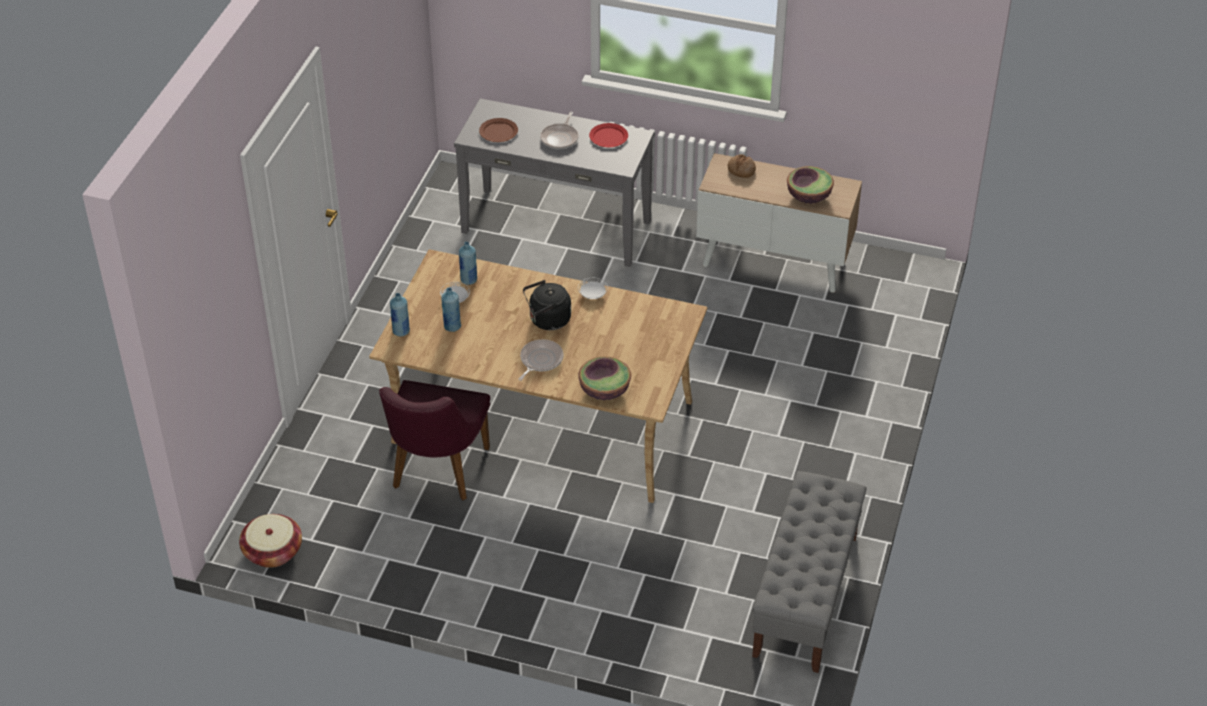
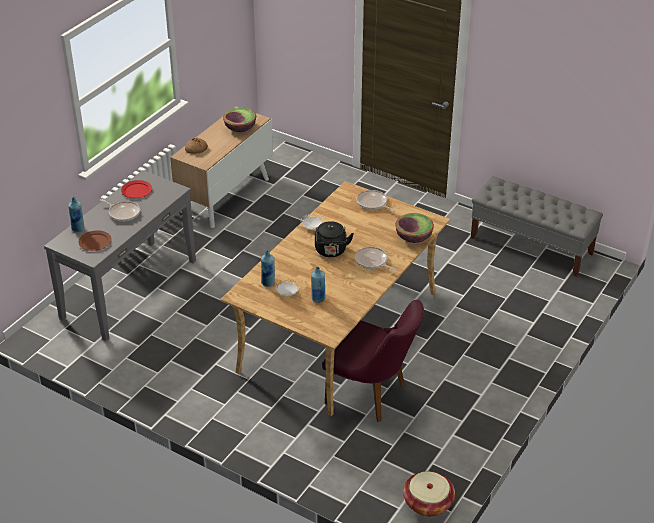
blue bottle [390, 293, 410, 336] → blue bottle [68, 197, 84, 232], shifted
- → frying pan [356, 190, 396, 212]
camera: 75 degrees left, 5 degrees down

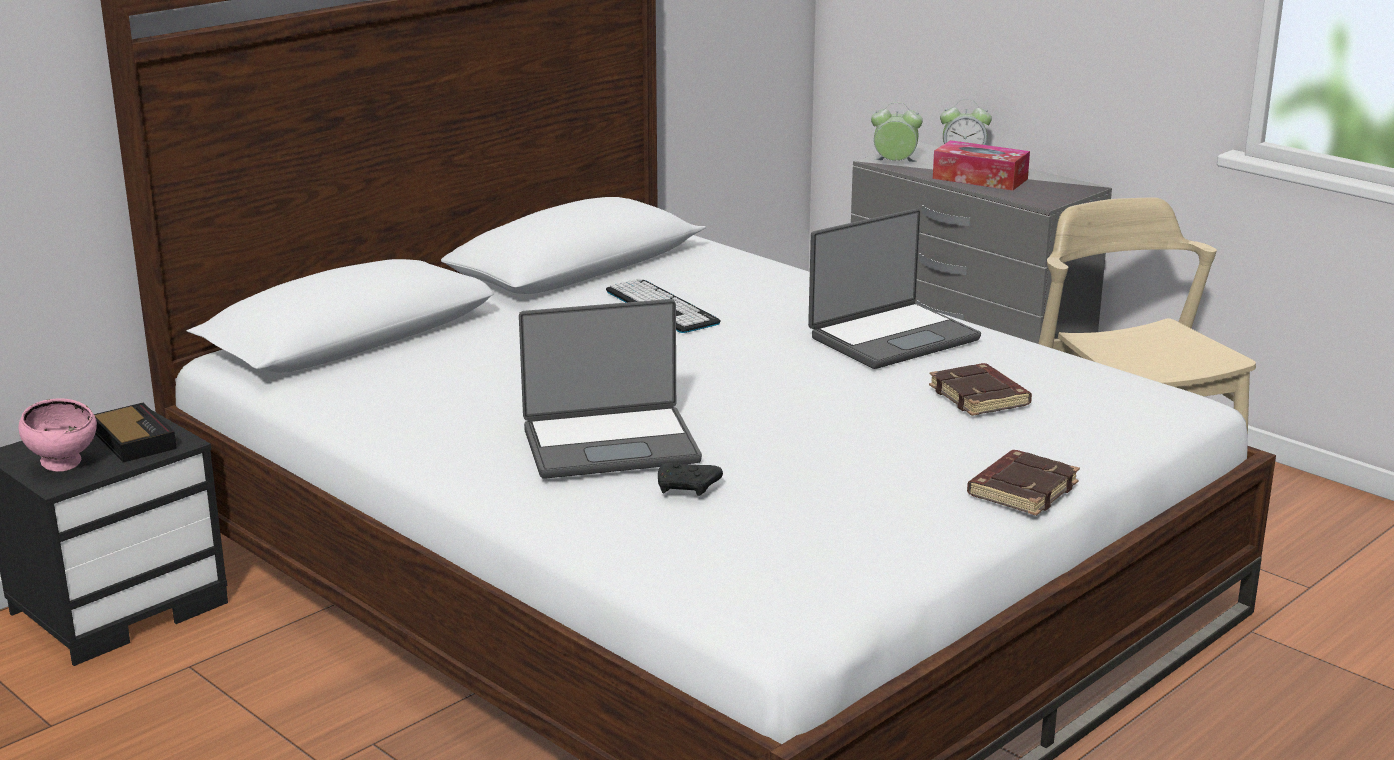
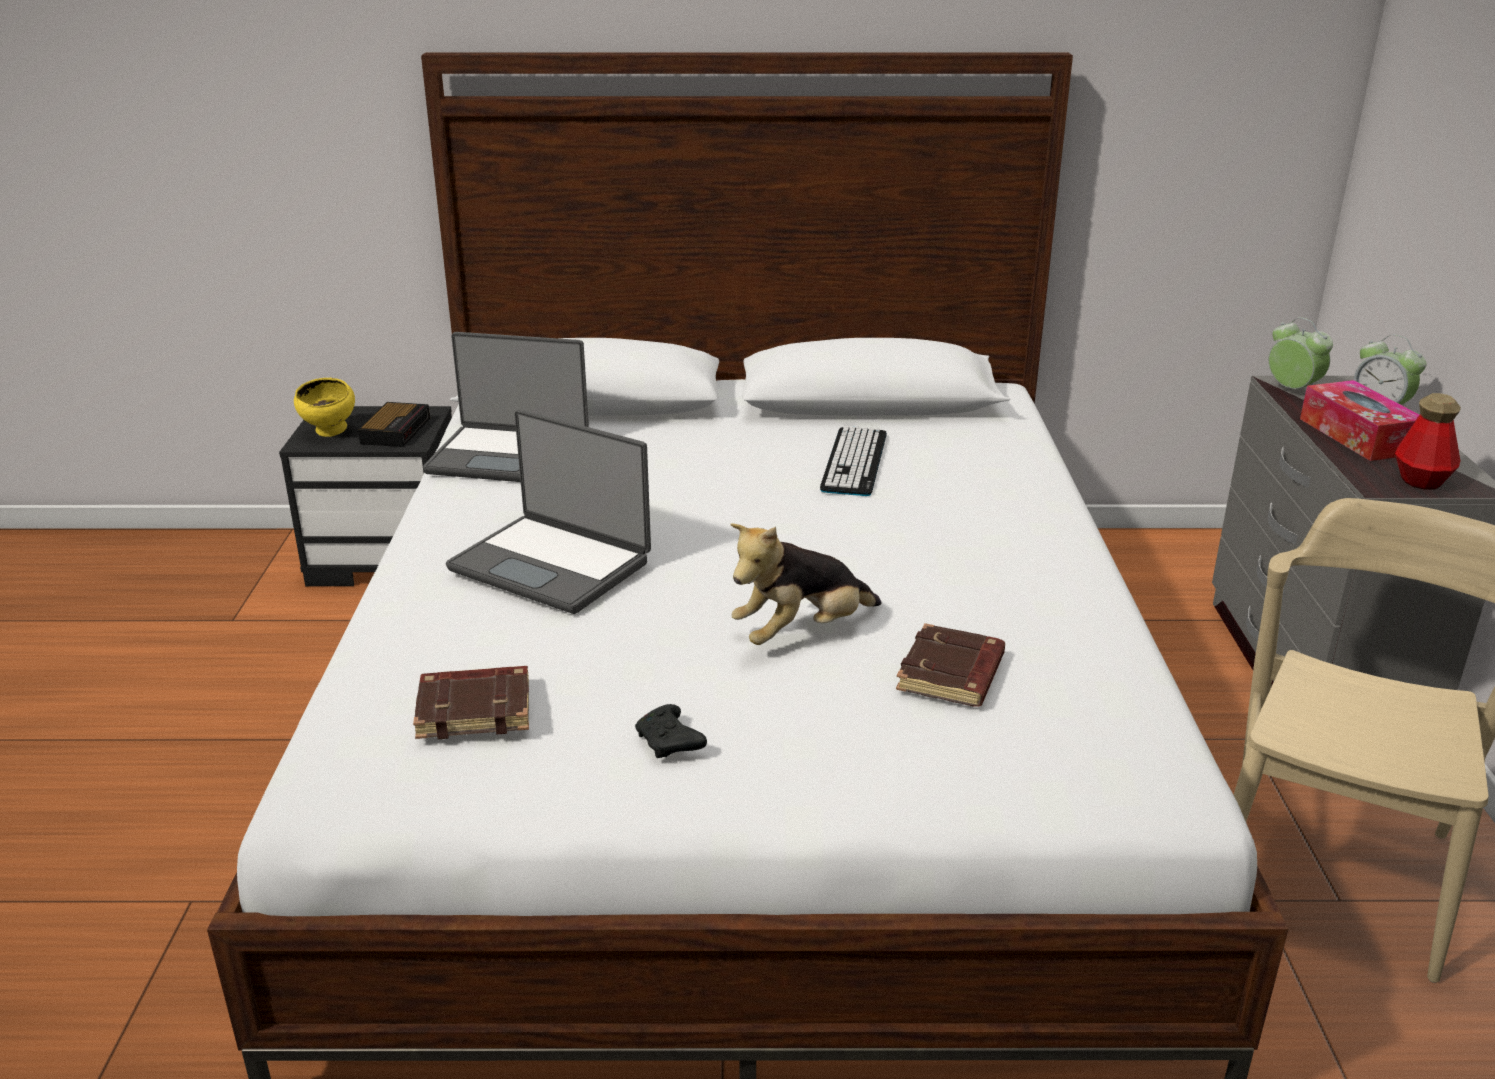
pink bowl [19, 399, 97, 472] → yellow bowl [294, 378, 355, 437]
black game controller [658, 462, 723, 496] → black game controller [635, 704, 707, 758], shifted
laptop [808, 209, 981, 369] → laptop [423, 332, 589, 482], shifted
brown book [967, 450, 1080, 516] → brown book [413, 666, 529, 739], shifted
- → plush toy [730, 523, 881, 645]
- → bottle [1395, 393, 1461, 490]
camera: 45 degrees right, 5 degrees up

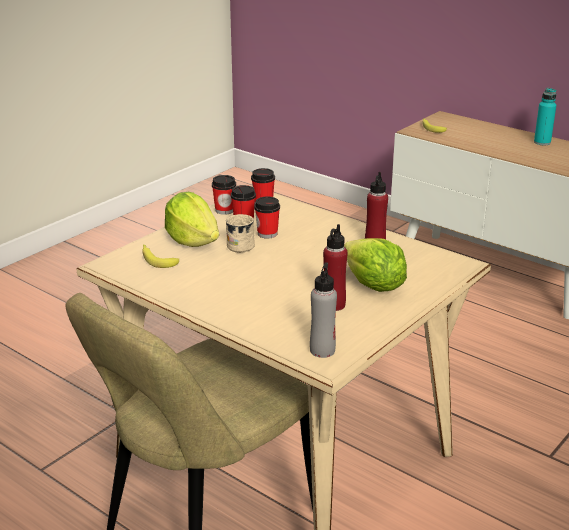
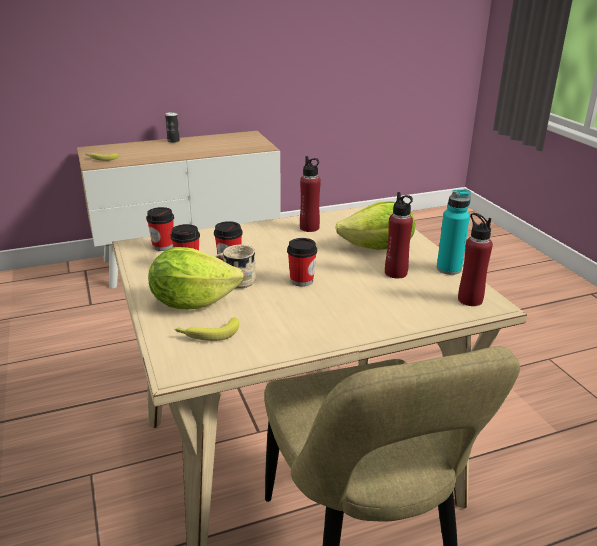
cup [212, 175, 236, 215] → cup [287, 238, 317, 287], shifted
grey bottle [310, 262, 337, 358] → red bottle [458, 213, 493, 306]
turquoise bottle [534, 88, 557, 145] → turquoise bottle [437, 190, 471, 275], shifted
- → can [165, 112, 180, 143]
camera: 60 degrees left, 0 degrees up

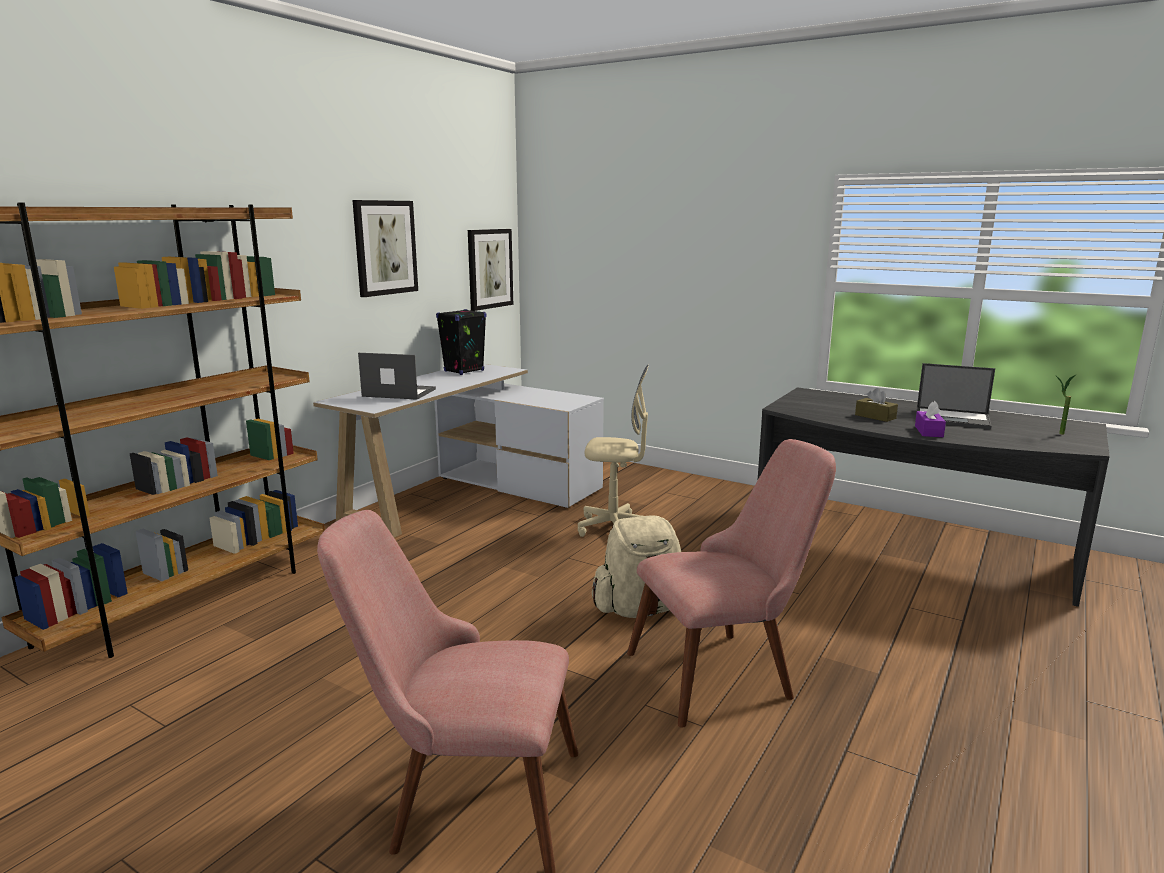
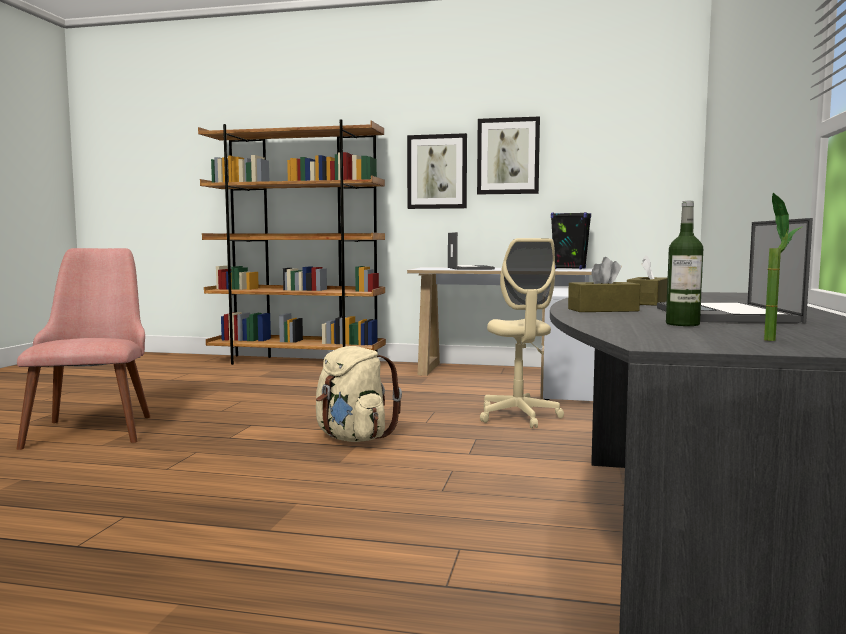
picture [468, 229, 513, 311] → picture [407, 133, 467, 209], shifted
pink chair [627, 439, 836, 728] → -
purple tissue box [915, 401, 946, 437] → brown tissue box [568, 257, 640, 312]
- → bottle [666, 201, 703, 326]
camera: 70 degrees right, 10 degrees down

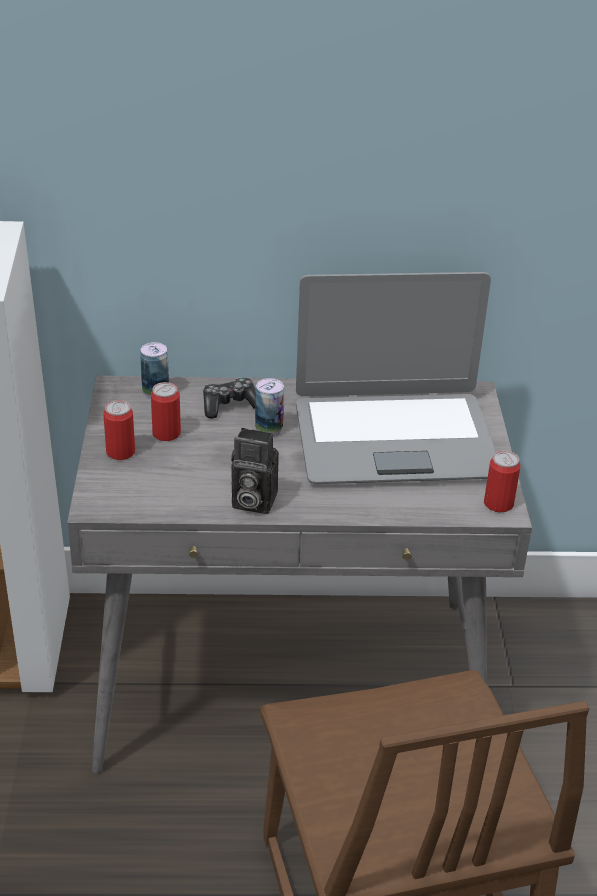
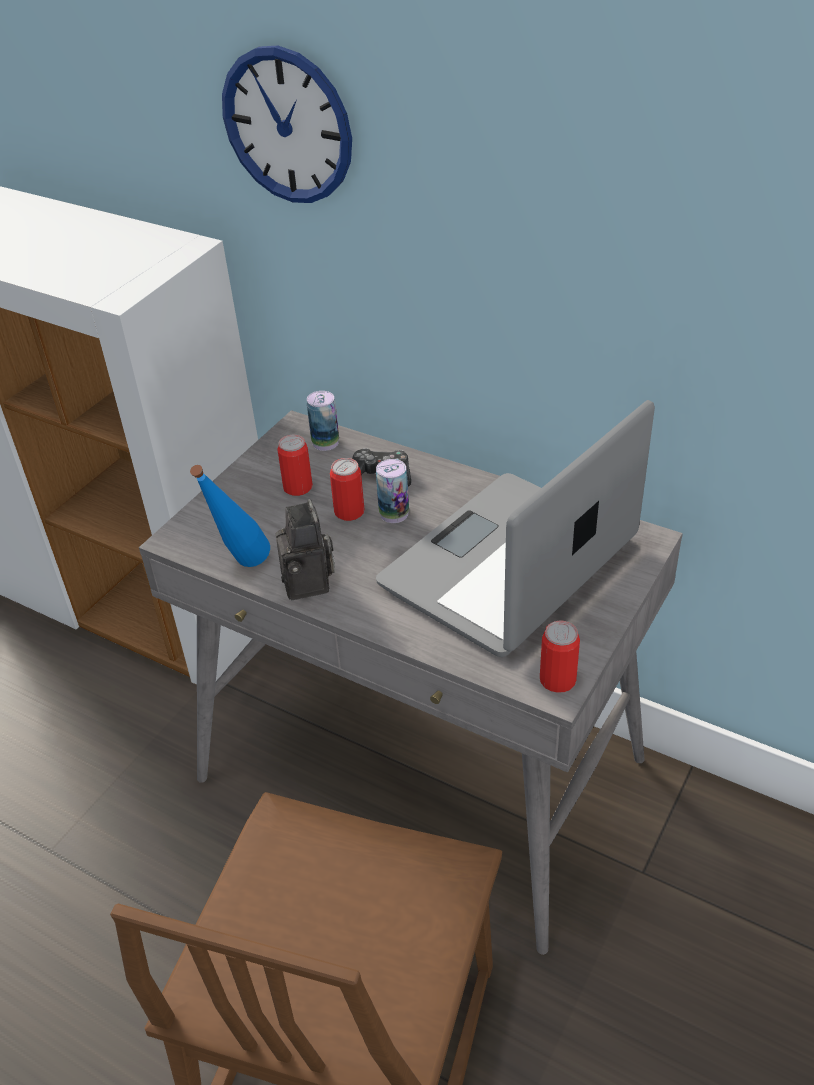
can [104, 400, 135, 460] → can [330, 458, 364, 521], shifted
photo camera [231, 428, 279, 514] → photo camera [275, 499, 335, 600], 150 degrees counterclockwise
laptop [296, 272, 496, 484] → laptop [376, 400, 655, 657], 105 degrees clockwise
- → blue bottle [190, 465, 270, 567]
- → wall clock [222, 46, 352, 203]
camera: 35 degrees right, 5 degrees up

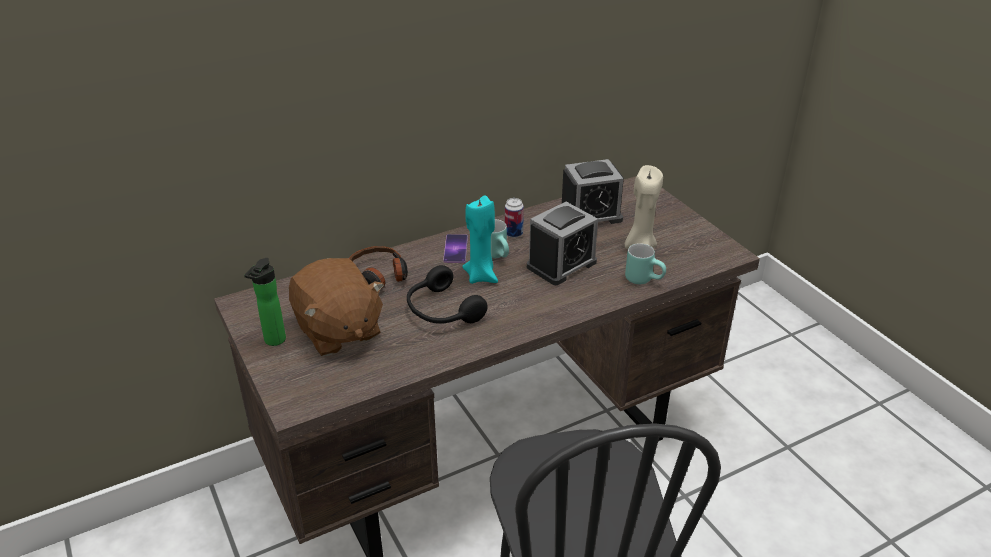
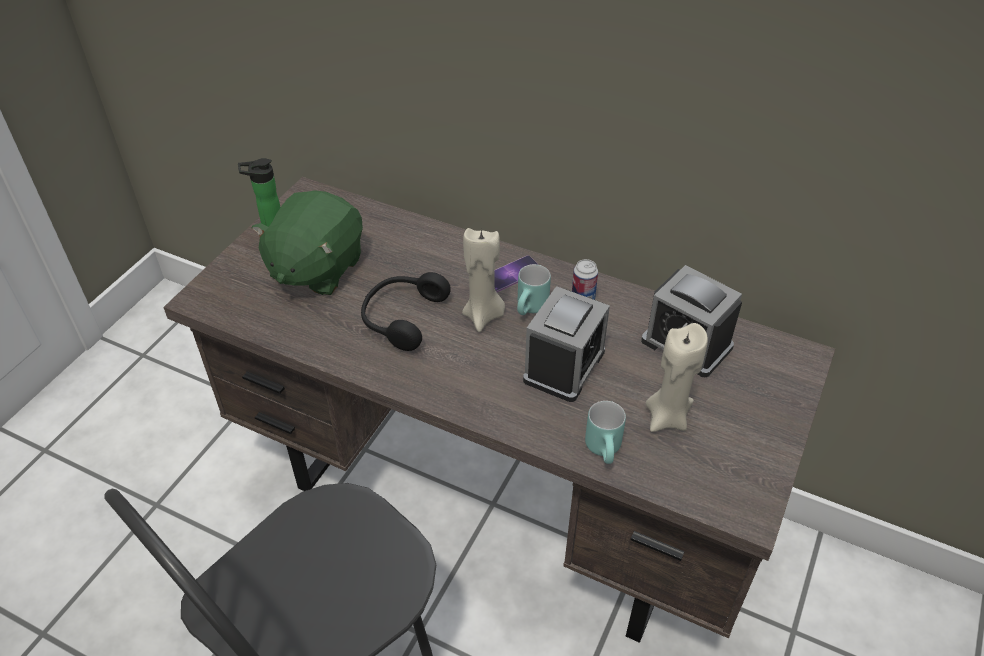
brown plush toy [289, 258, 384, 356] → green plush toy [251, 190, 363, 296]
headphones [349, 246, 408, 288] → -
turquoise candle [462, 196, 498, 284] → beige candle [462, 228, 505, 332]
alarm clock [527, 202, 598, 285] → alarm clock [523, 286, 610, 402], 75 degrees counterclockwise
camera: 55 degrees right, 10 degrees up

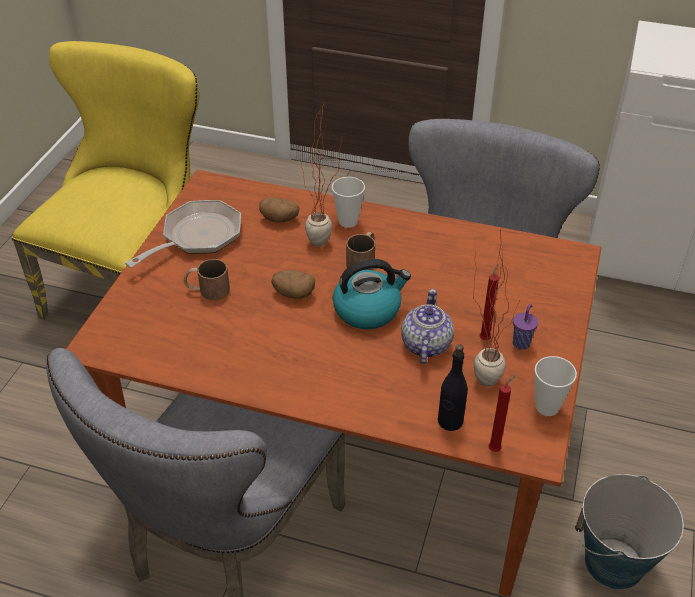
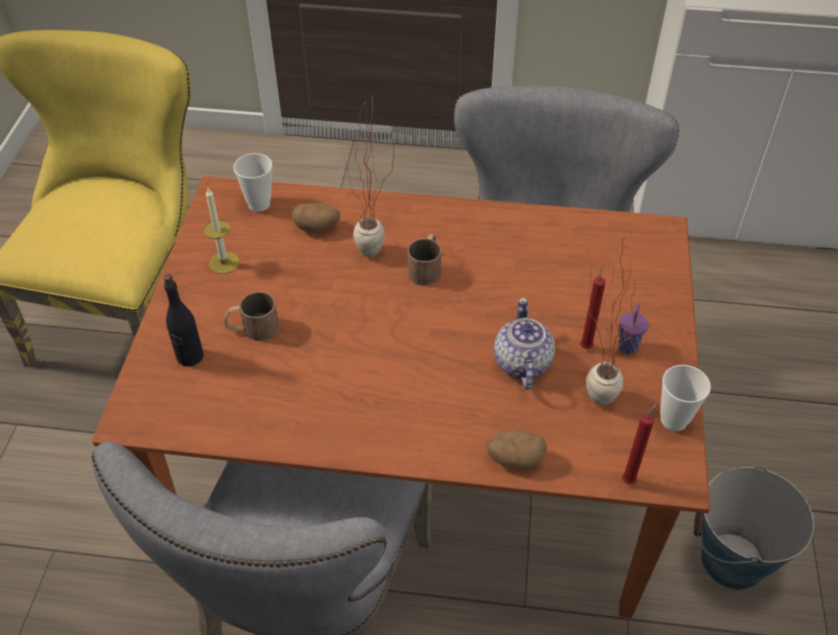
frying pan [125, 200, 241, 268] → candle [203, 188, 240, 274]
potato [271, 270, 315, 299] → potato [487, 430, 547, 470], shifted
cup [332, 177, 365, 228] → cup [234, 153, 272, 212], shifted
kettle [333, 259, 411, 329] → -
black bottle [438, 344, 468, 431] → black bottle [163, 274, 204, 367], shifted
camera: 10 degrees left, 5 degrees up

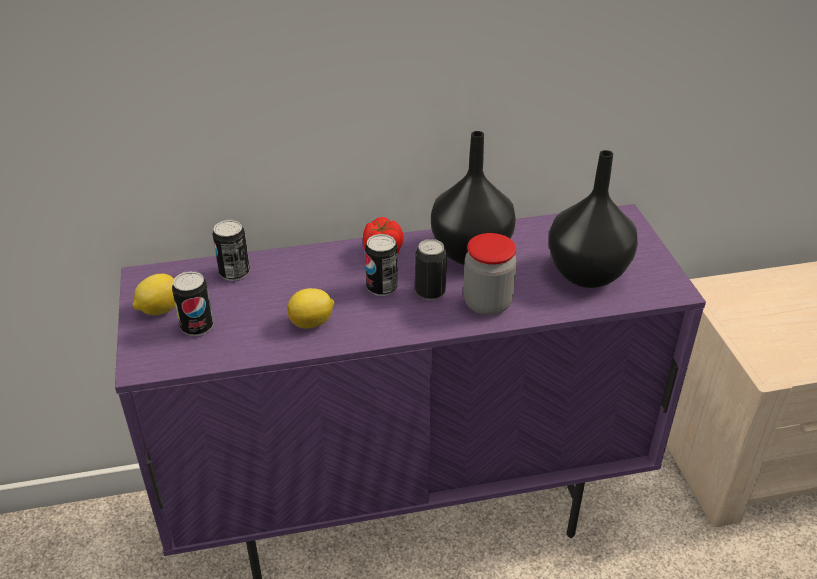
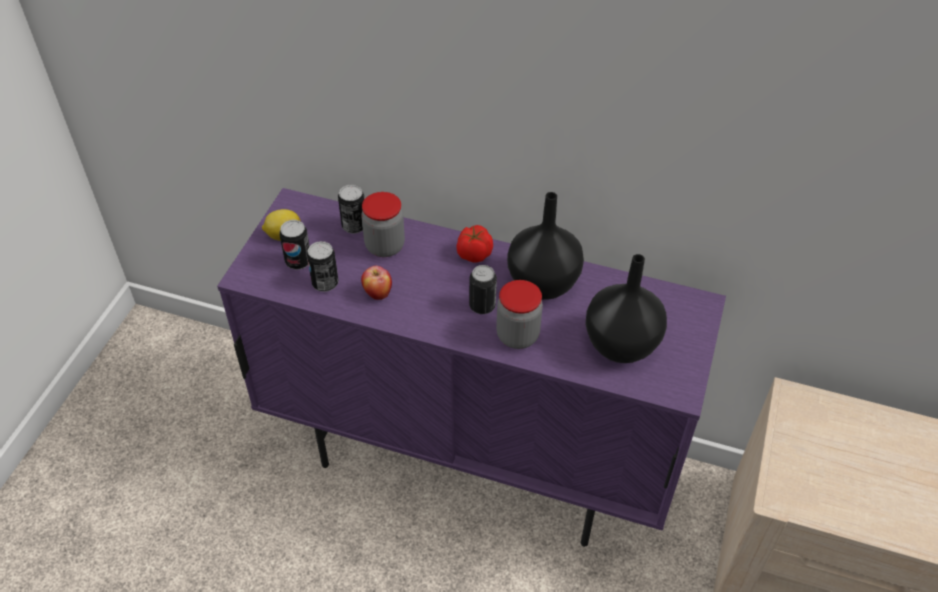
lemon [287, 288, 335, 328] → apple [361, 266, 392, 300]
can [365, 234, 398, 296] → can [307, 241, 339, 292], shifted
- → jar [361, 192, 405, 257]
camera: 30 degrees right, 10 degrees up

